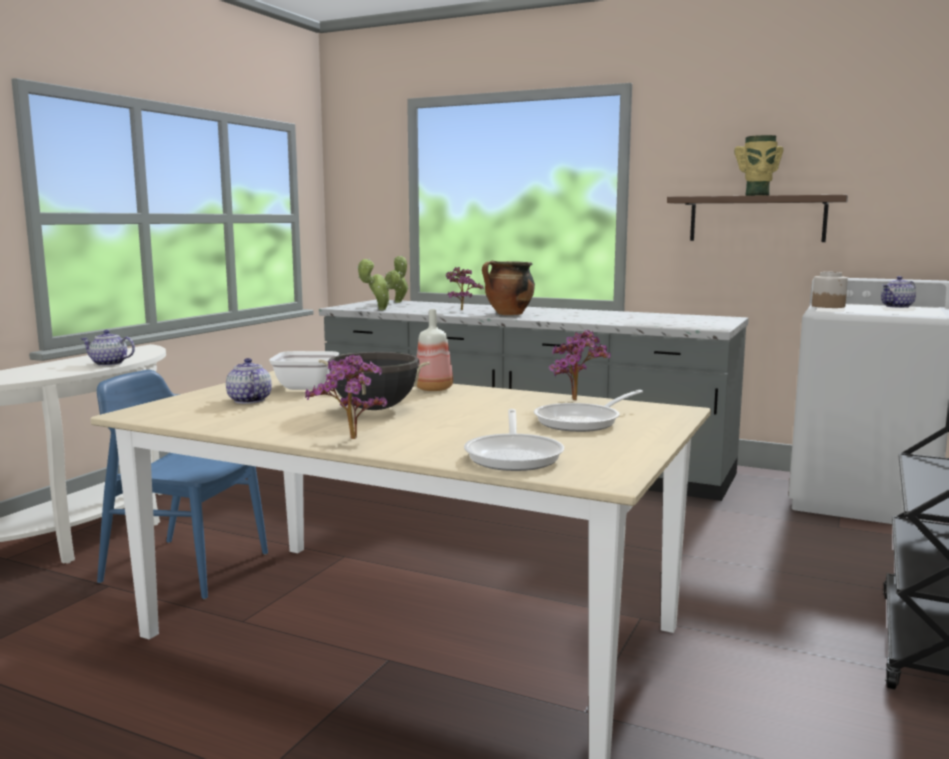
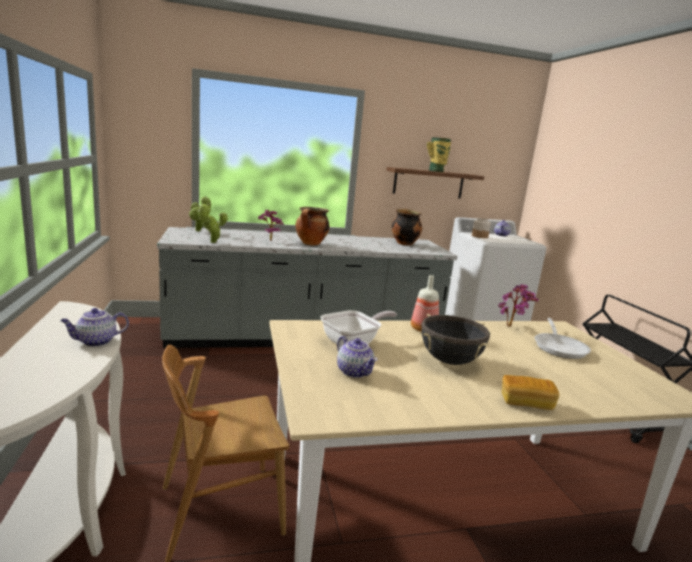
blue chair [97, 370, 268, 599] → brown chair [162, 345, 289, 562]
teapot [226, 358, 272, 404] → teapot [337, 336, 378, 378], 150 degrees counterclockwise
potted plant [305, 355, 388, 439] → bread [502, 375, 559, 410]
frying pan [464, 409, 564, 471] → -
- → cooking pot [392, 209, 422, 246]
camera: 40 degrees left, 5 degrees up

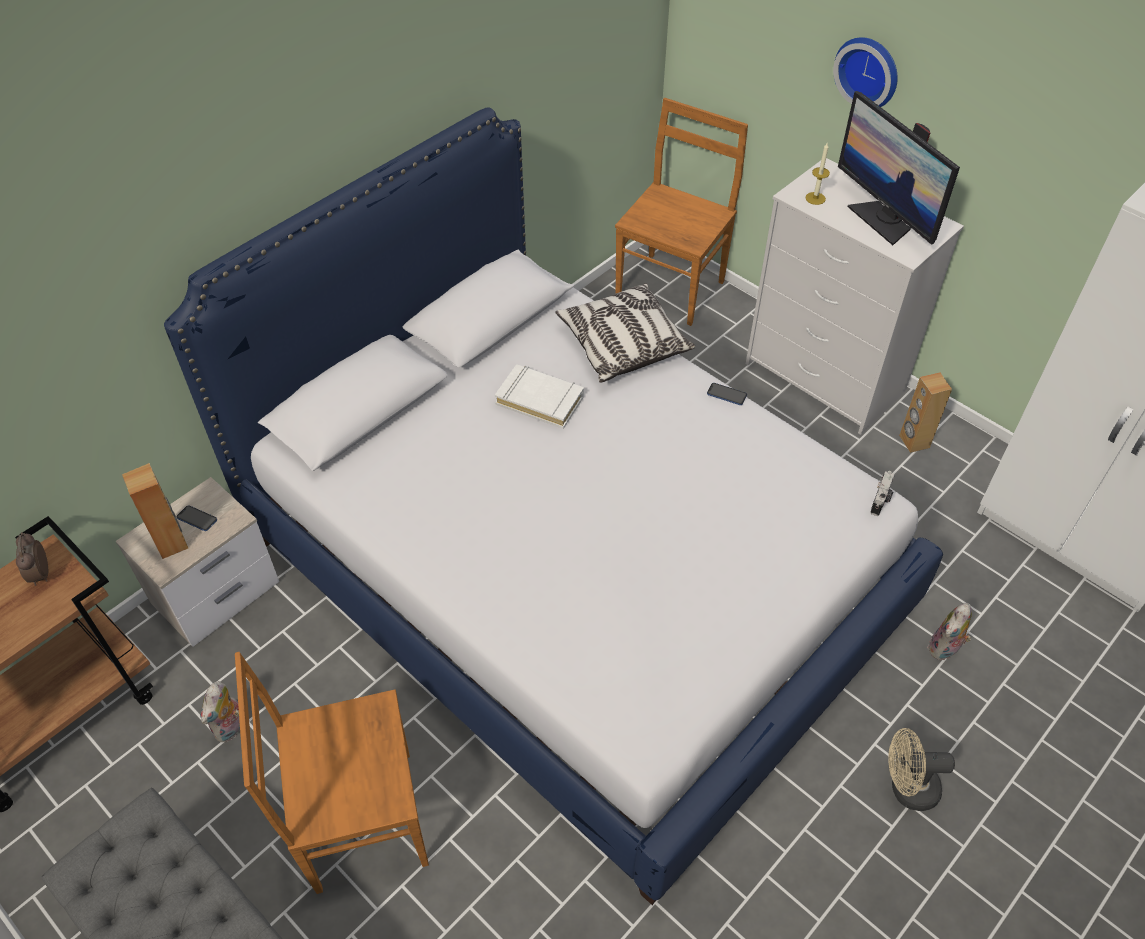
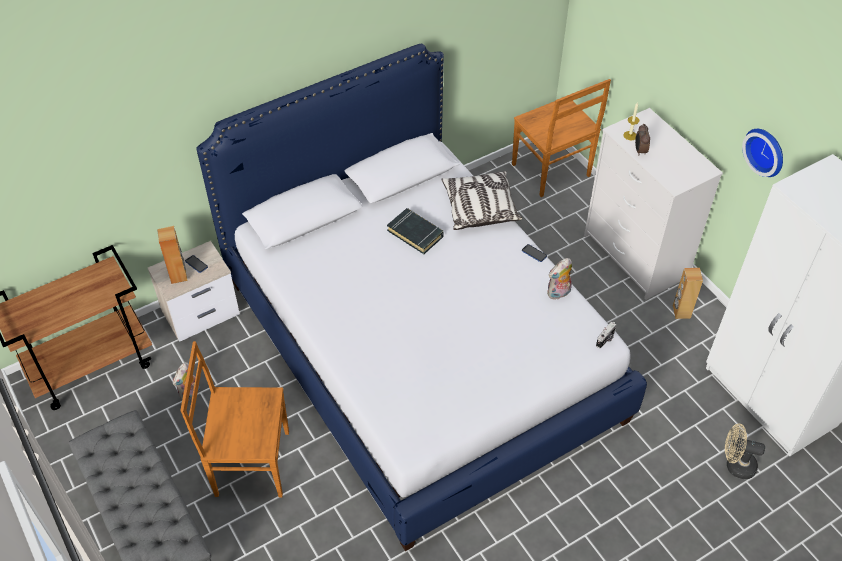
alarm clock [16, 532, 48, 586] → alarm clock [635, 124, 650, 156], shifted
white book [495, 364, 584, 429] → black book [387, 208, 444, 254]
brown chair [615, 98, 748, 326] → brown chair [512, 79, 611, 197], 105 degrees clockwise
wall clock [833, 37, 898, 107] → wall clock [742, 129, 783, 177], shifted
monitor [838, 91, 960, 245] → -
beige fan [888, 728, 955, 811] → beige fan [725, 423, 765, 479], shifted
plush toy [927, 603, 972, 661] → plush toy [547, 258, 572, 300], shifted
camera: 15 degrees right, 0 degrees up

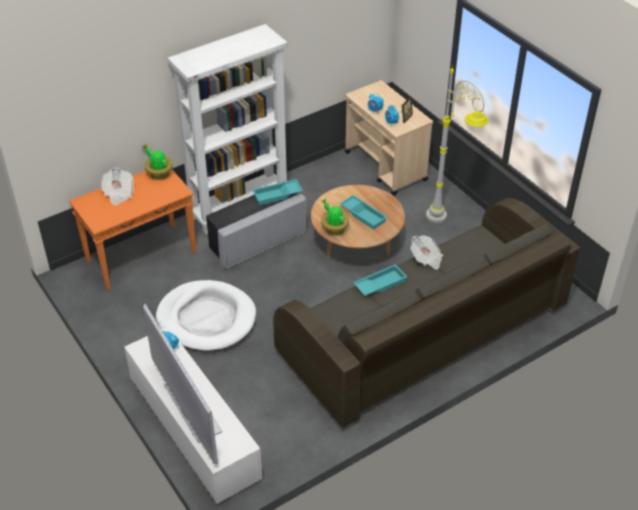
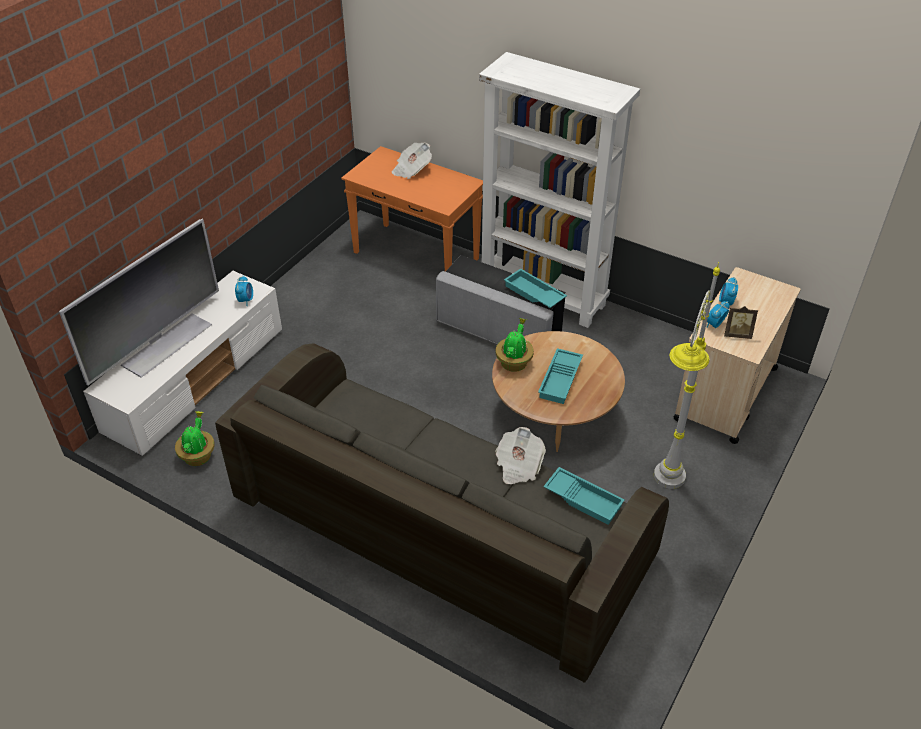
potted plant [142, 143, 173, 180] → potted plant [175, 411, 215, 466], shifted
white dog bed [156, 280, 256, 351] → -
turquoise tray [353, 264, 407, 296] → turquoise tray [543, 467, 625, 525], shifted
camera: 65 degrees right, 0 degrees up

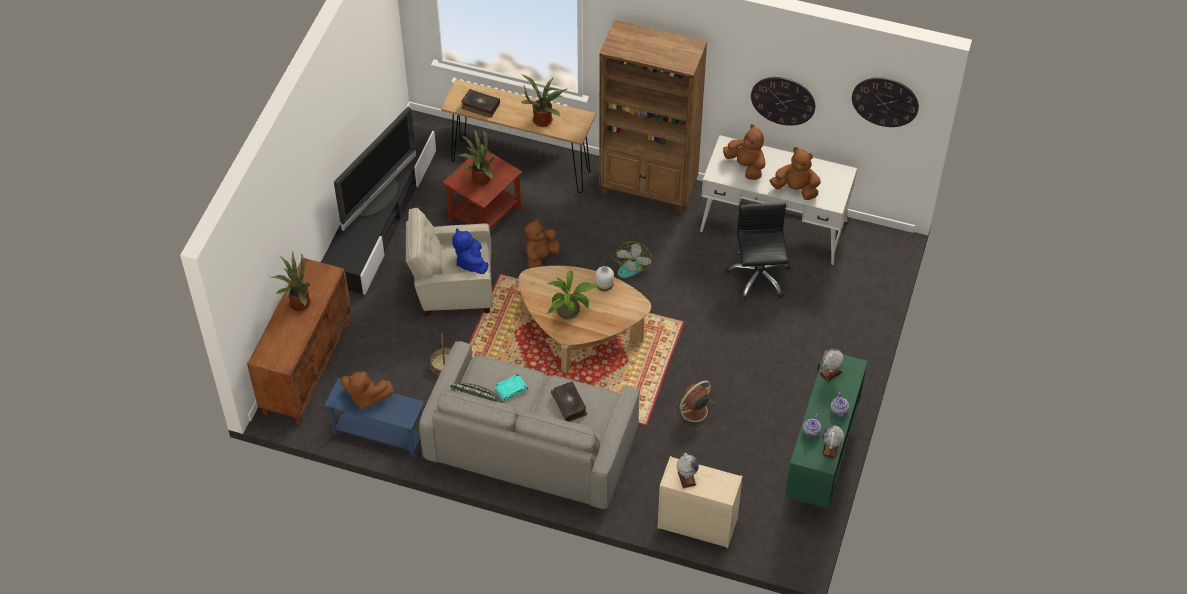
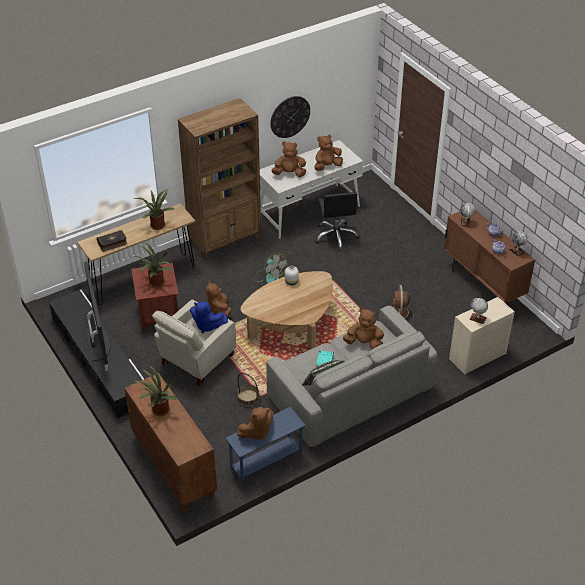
potted plant [547, 270, 598, 319] → -
book [551, 382, 587, 422] → brown plush toy [343, 308, 384, 349]
black office chair [726, 202, 790, 300] → black office chair [315, 192, 360, 251], 135 degrees counterclockwise
green cabinet [785, 350, 868, 508] → brown cabinet [444, 210, 535, 303]
wall clock [852, 77, 919, 127] → -
camera: 50 degrees left, 10 degrees down

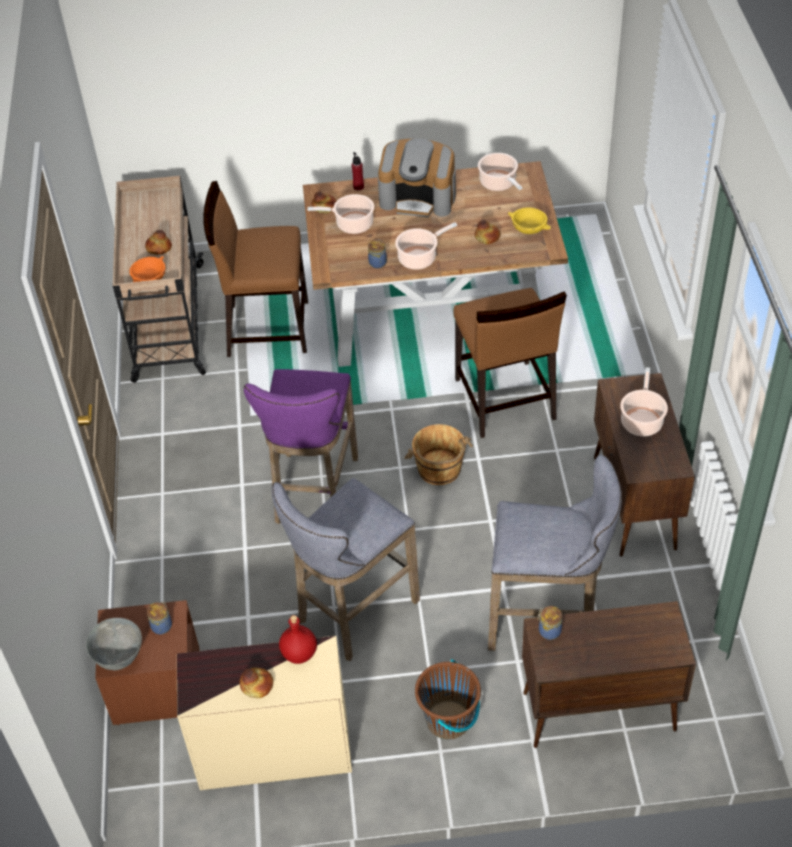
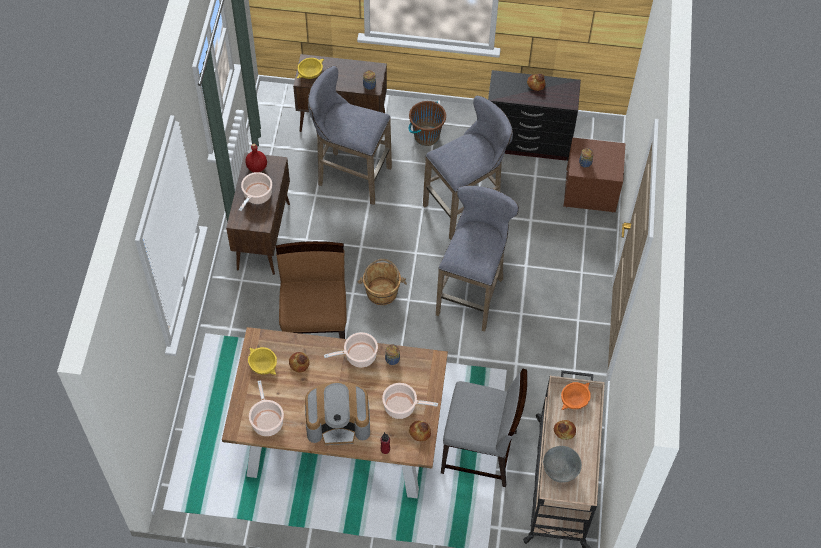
grey bowl [86, 618, 142, 670] → grey bowl [543, 446, 582, 483], shifted
beige dresser [177, 636, 352, 790] → black dresser [488, 70, 581, 161]
brown chair [203, 181, 308, 357] → grey chair [441, 369, 527, 487]
purple stool [244, 369, 358, 524] → grey stool [436, 186, 519, 331]
red bottle [279, 615, 317, 664] → red bottle [245, 144, 267, 172], shifted
coffee machine [378, 138, 456, 217] → coffee machine [305, 382, 370, 445], 150 degrees clockwise
- → yellow bowl [297, 58, 324, 79]
camera: 170 degrees left, 10 degrees up

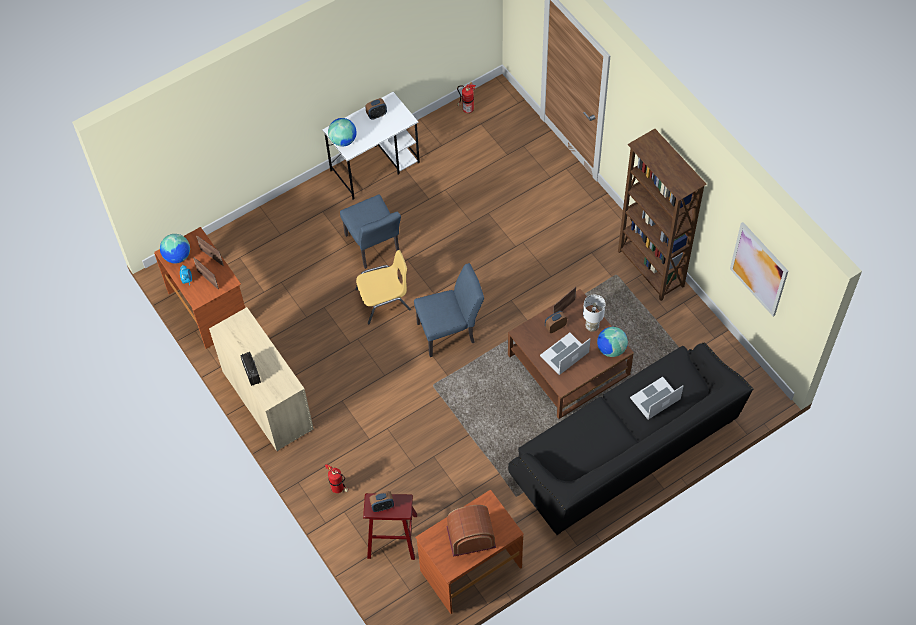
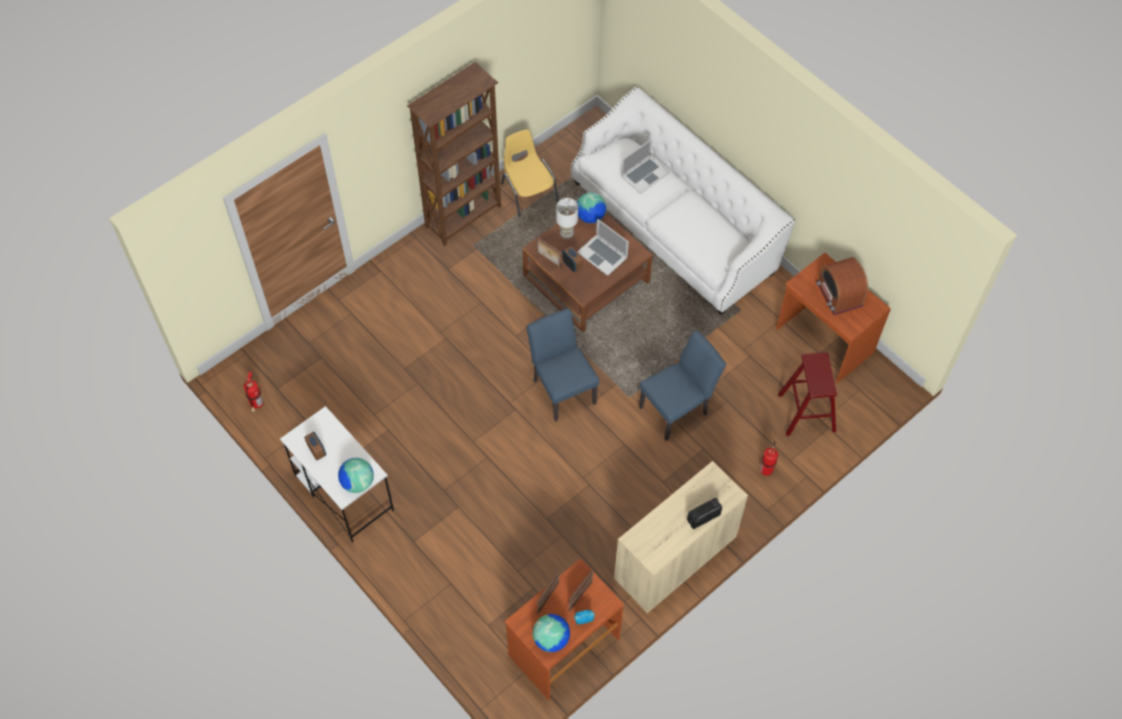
blue chair [340, 194, 401, 269] → blue chair [639, 330, 726, 441], shifted
yellow chair [355, 250, 411, 324] → yellow chair [501, 130, 559, 217], shifted
alarm clock [370, 491, 394, 512] → -
black sofa [508, 342, 753, 535] → white sofa [571, 86, 795, 315]
laptop [630, 377, 683, 420] → laptop [621, 139, 670, 194], 90 degrees counterclockwise
picture [730, 222, 788, 316] → -
camera: 100 degrees left, 0 degrees up

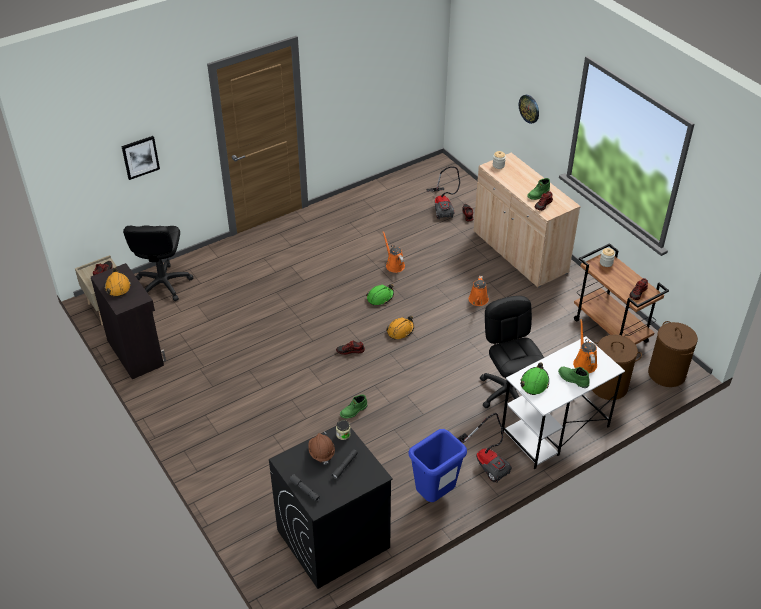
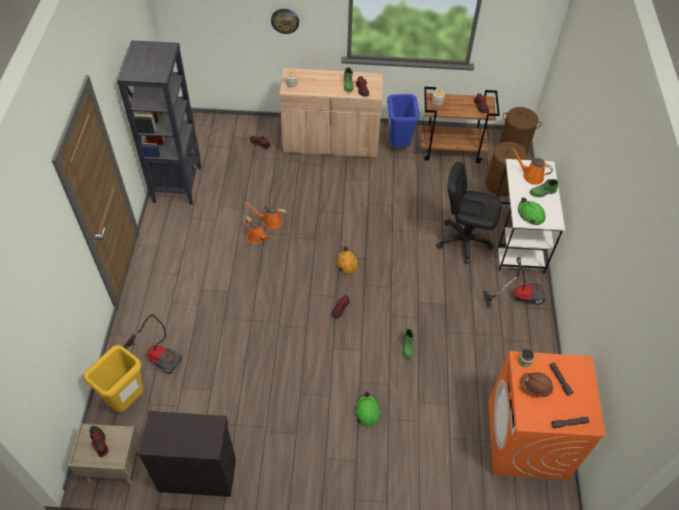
orange hard hat [104, 268, 131, 297] → -
picture [121, 136, 160, 180] → -
black office chair [123, 226, 193, 301] → yellow trash can [83, 345, 143, 412]
black washing machine [269, 425, 393, 589] → orange washing machine [488, 351, 606, 480]
green hard hat [366, 284, 394, 305] → green hard hat [355, 391, 381, 426], shifted
blue trash can [408, 429, 467, 502] → blue trash can [387, 94, 420, 147], shifted
vacuum cleaner [426, 166, 460, 219] → vacuum cleaner [123, 314, 182, 374], shifted
orange watering can [469, 276, 489, 306] → orange watering can [245, 216, 273, 244], shifted
- → black bookcase [117, 40, 201, 205]
camera: 55 degrees left, 10 degrees up

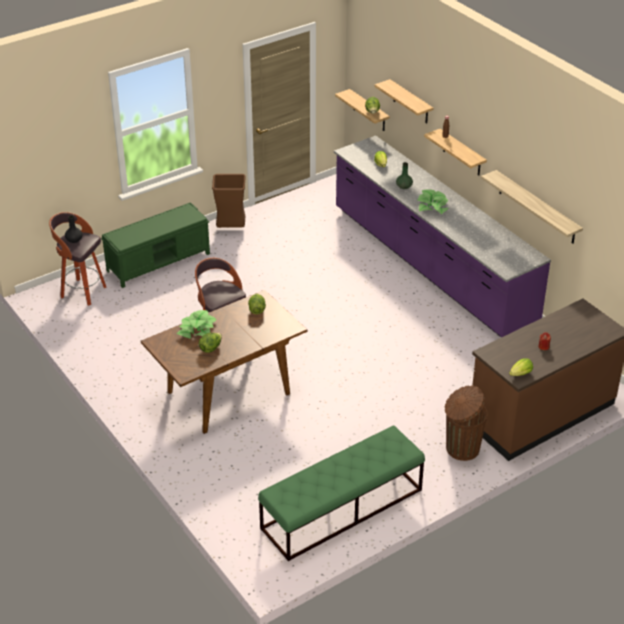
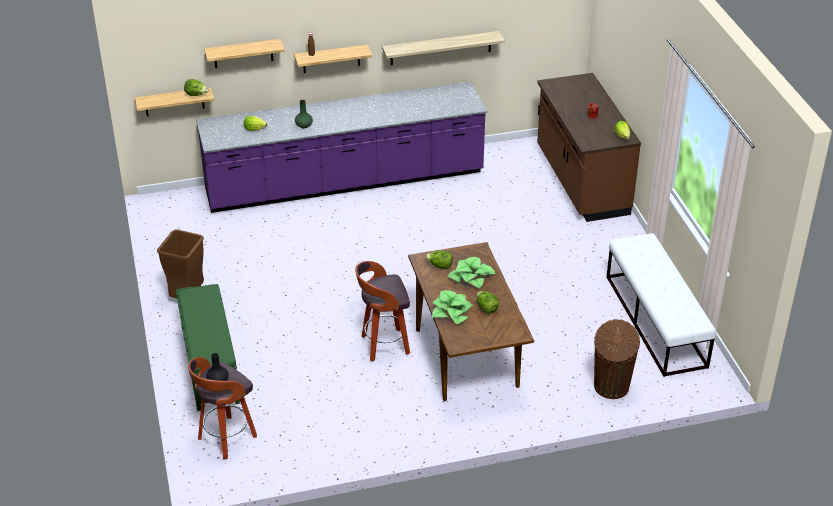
green bench [258, 425, 425, 561] → white bench [606, 233, 716, 377]
potted plant [418, 189, 449, 214] → potted plant [447, 257, 496, 289], shifted
brown trash can [445, 385, 487, 461] → brown trash can [594, 319, 640, 399], shifted
camera: 70 degrees left, 0 degrees up

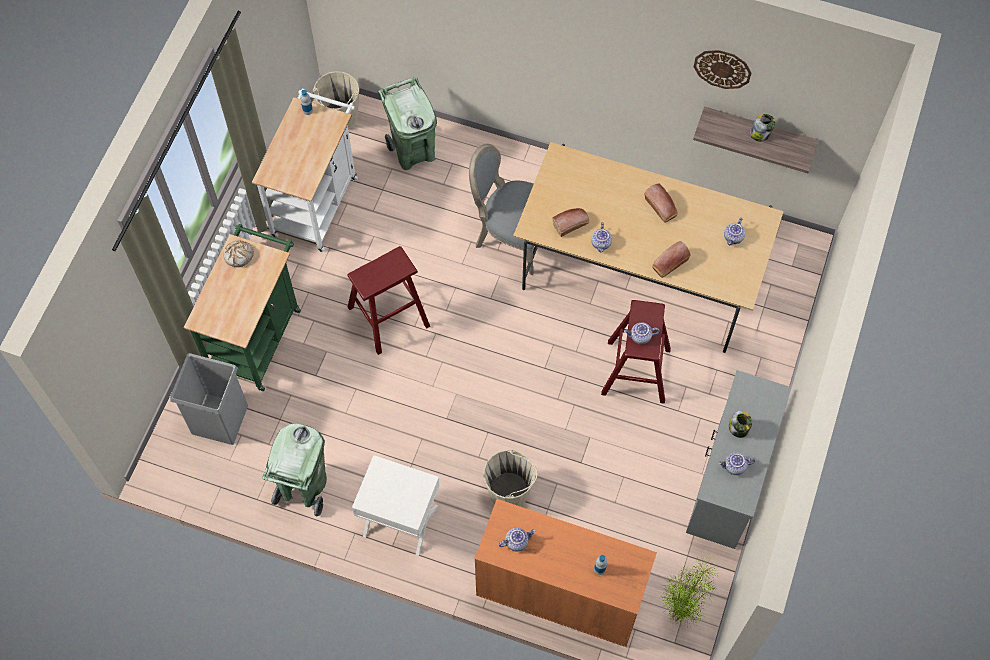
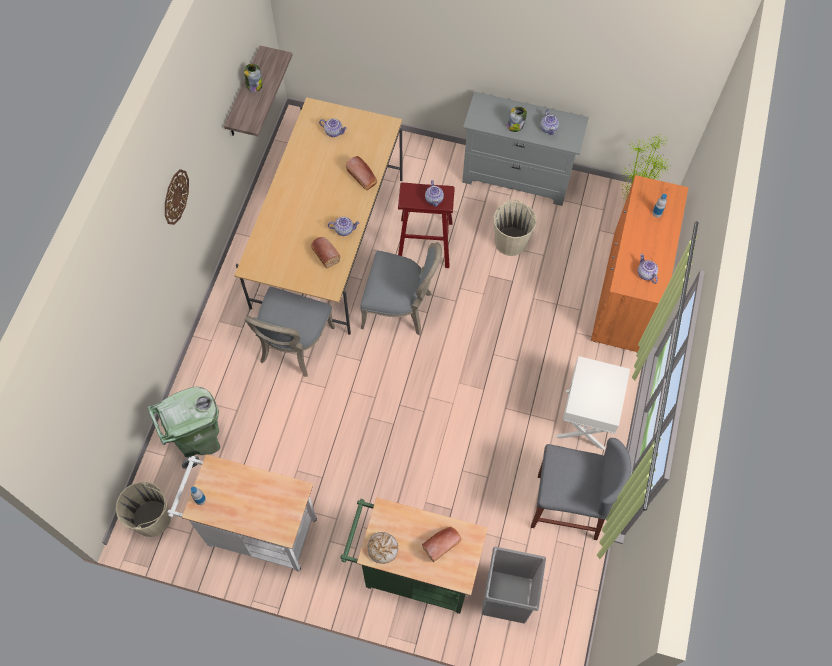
green trash can [262, 423, 327, 517] → grey stool [531, 438, 631, 540]
red stool [347, 246, 430, 355] → -
beige bucket [484, 449, 538, 507] → beige bucket [494, 199, 537, 256], shifted
bread [645, 184, 678, 222] → bread [422, 527, 461, 562], shifted
wall clock [694, 50, 751, 89] → wall clock [165, 169, 189, 225], shifted
- → grey chair [360, 242, 442, 336]
camera: 95 degrees left, 0 degrees up

